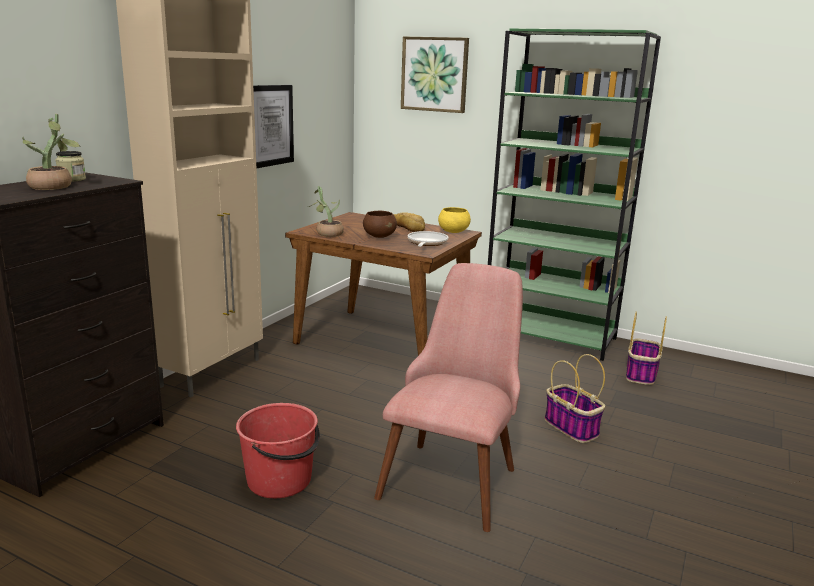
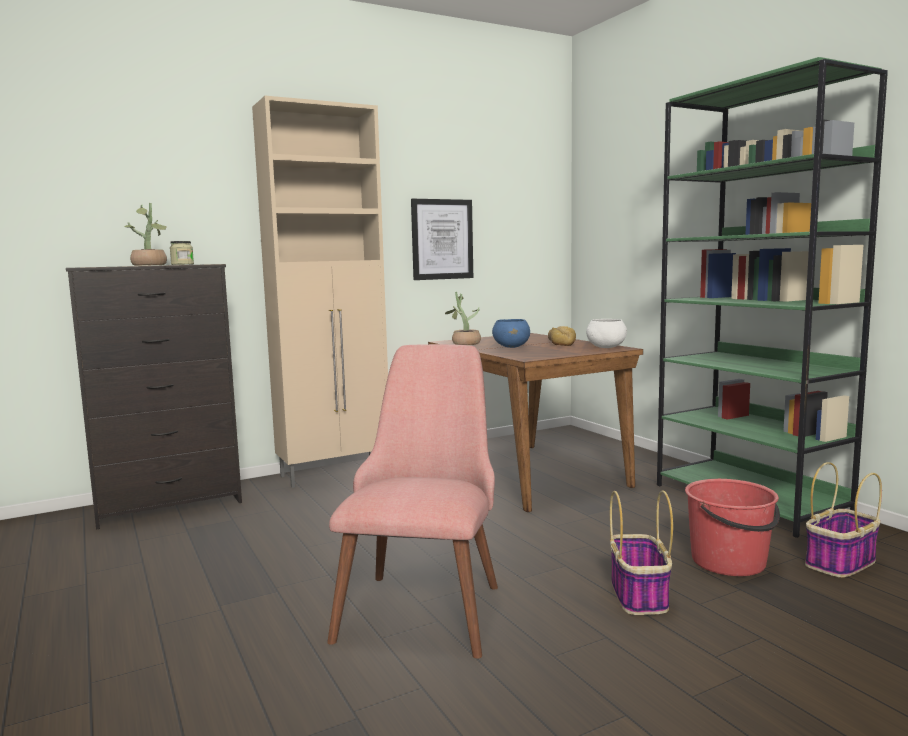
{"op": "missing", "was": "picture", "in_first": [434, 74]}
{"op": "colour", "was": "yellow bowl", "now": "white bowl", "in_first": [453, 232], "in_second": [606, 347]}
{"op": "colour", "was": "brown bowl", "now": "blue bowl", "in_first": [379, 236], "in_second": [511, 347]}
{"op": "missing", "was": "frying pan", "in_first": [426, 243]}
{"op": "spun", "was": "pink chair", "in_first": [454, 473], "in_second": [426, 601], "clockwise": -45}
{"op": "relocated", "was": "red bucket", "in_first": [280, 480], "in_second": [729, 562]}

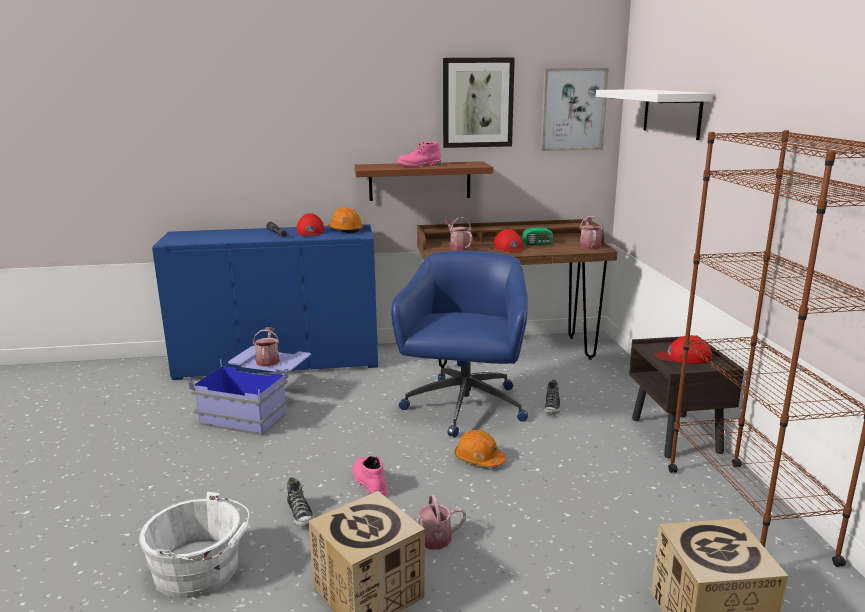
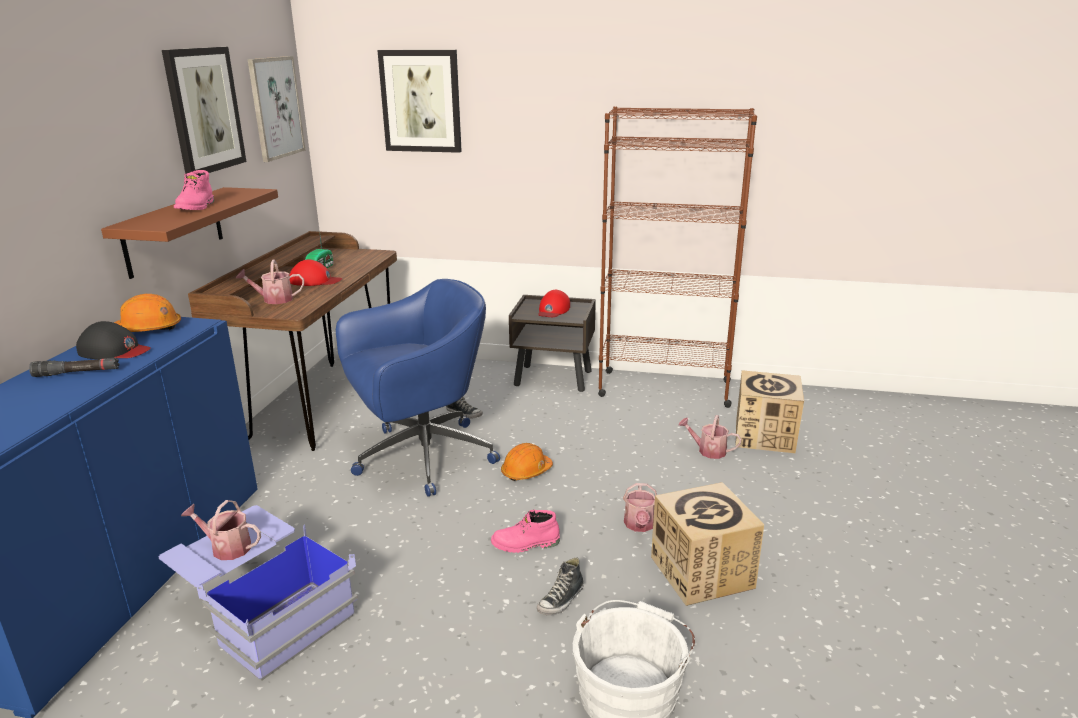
{"op": "exchanged", "was": "white shelf", "now": "picture", "in_first": [671, 113], "in_second": [421, 101]}
{"op": "colour", "was": "red cap", "now": "black cap", "in_first": [310, 232], "in_second": [114, 350]}
{"op": "relocated", "was": "watering can", "in_first": [589, 246], "in_second": [708, 451]}
{"op": "spun", "was": "blue office chair", "in_first": [464, 408], "in_second": [421, 457], "clockwise": 120}
{"op": "spun", "was": "shoe", "in_first": [301, 515], "in_second": [561, 600], "clockwise": 135}

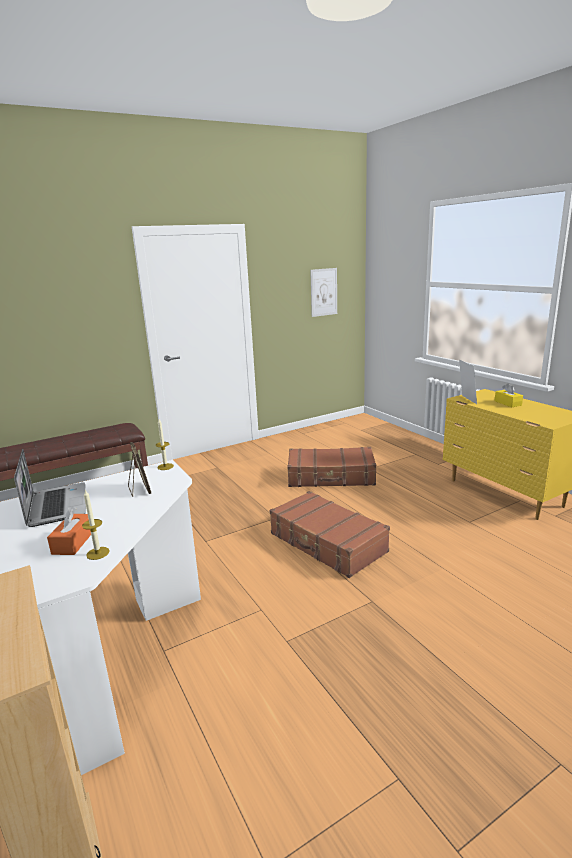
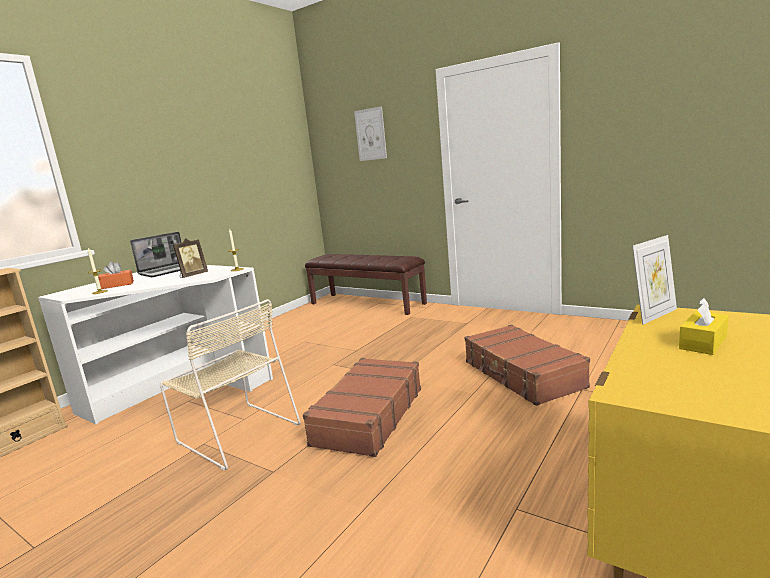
{"op": "relocated", "was": "picture", "in_first": [324, 292], "in_second": [370, 134]}
{"op": "appeared", "now": "beige chair", "in_second": [236, 432]}

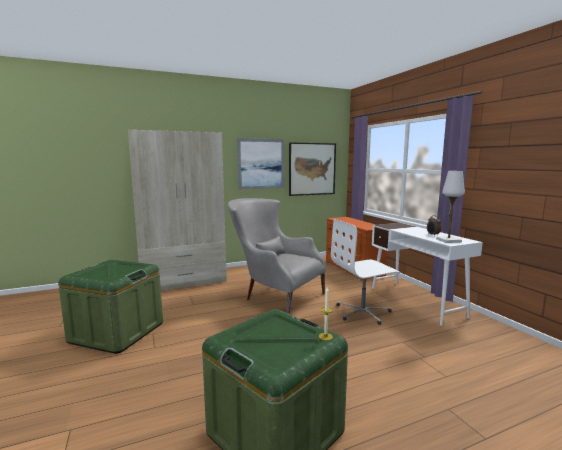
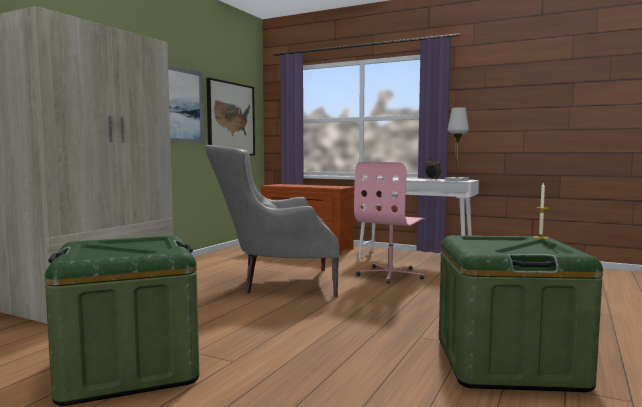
{"op": "colour", "was": "white office chair", "now": "pink office chair", "in_first": [363, 312], "in_second": [391, 275]}

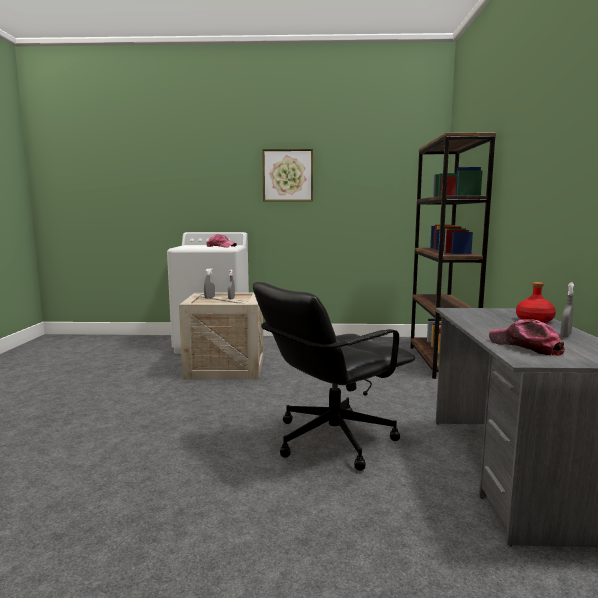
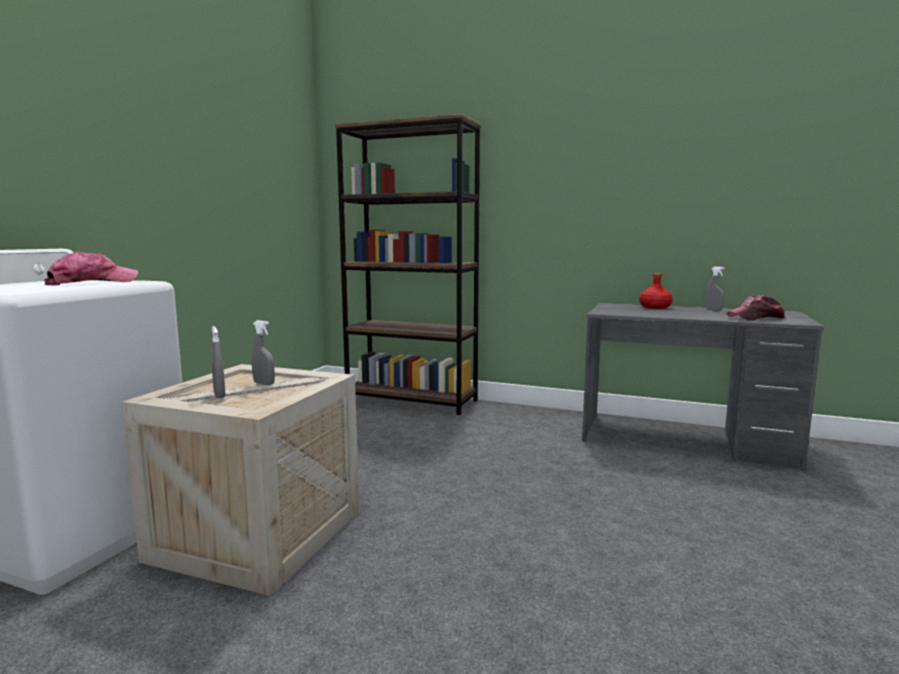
{"op": "missing", "was": "picture", "in_first": [287, 175]}
{"op": "missing", "was": "black office chair", "in_first": [331, 439]}

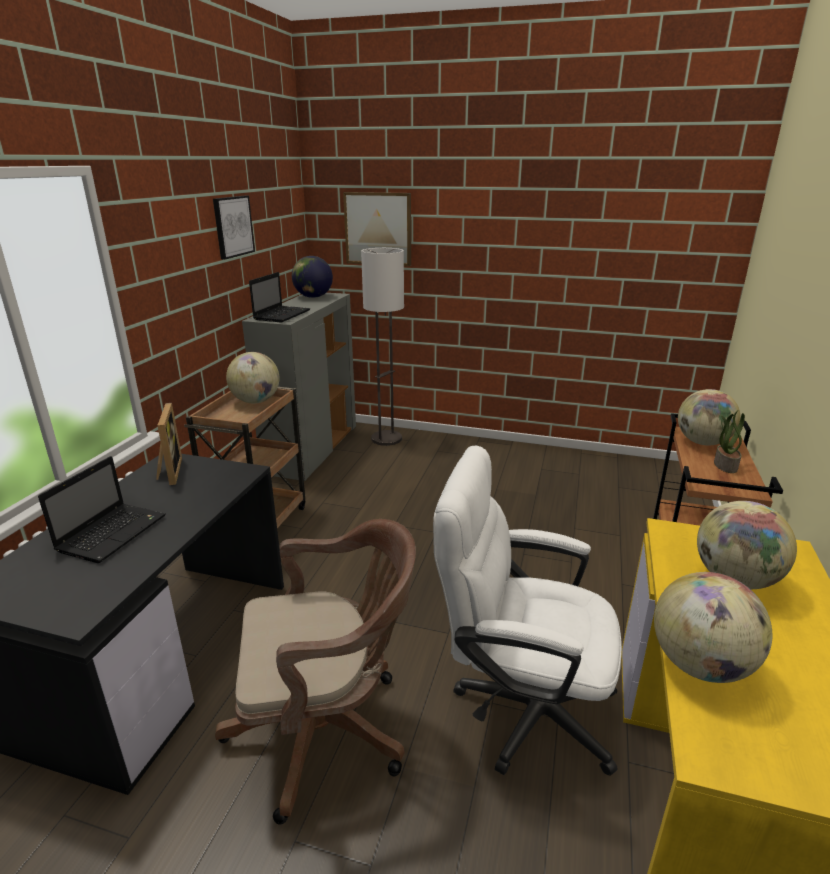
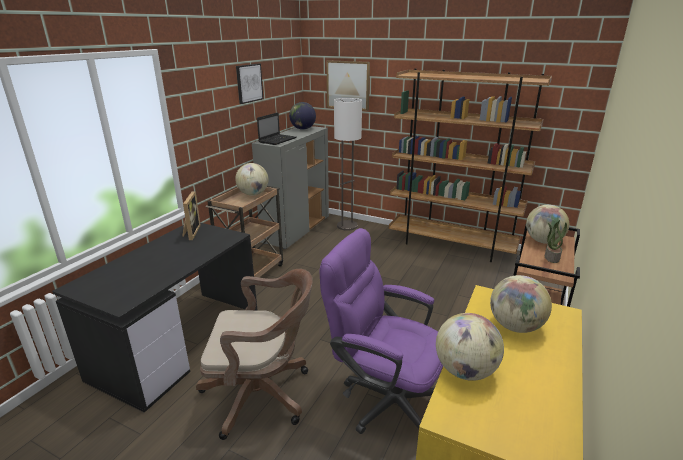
{"op": "colour", "was": "white office chair", "now": "purple office chair", "in_first": [520, 707], "in_second": [384, 398]}
{"op": "missing", "was": "laptop", "in_first": [113, 532]}
{"op": "appeared", "now": "brown bookcase", "in_second": [451, 245]}

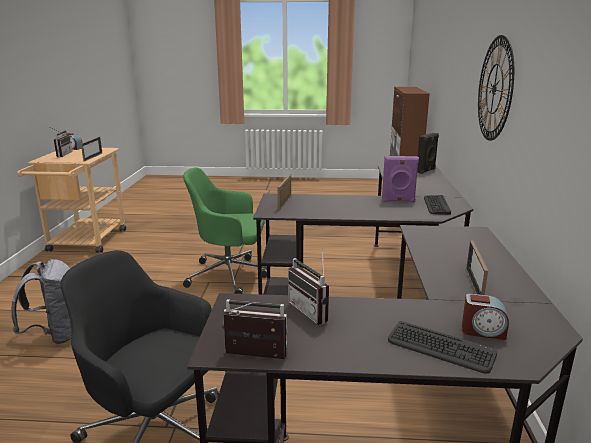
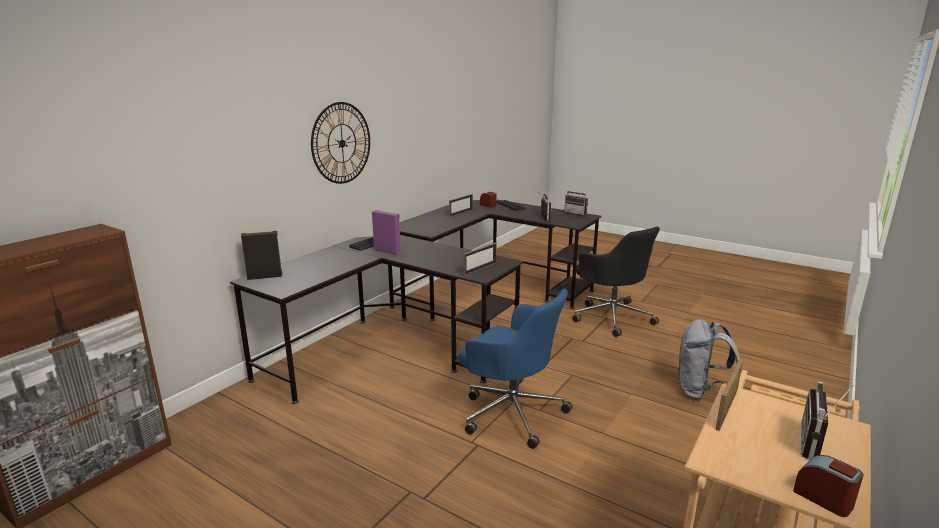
{"op": "colour", "was": "green office chair", "now": "blue office chair", "in_first": [230, 275], "in_second": [511, 411]}

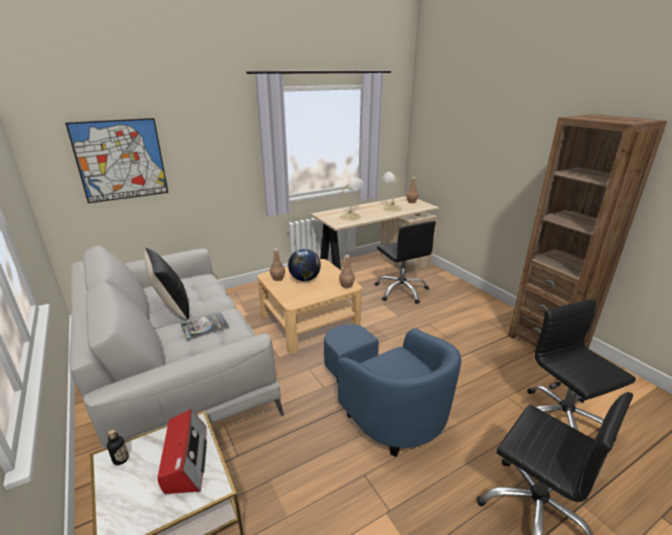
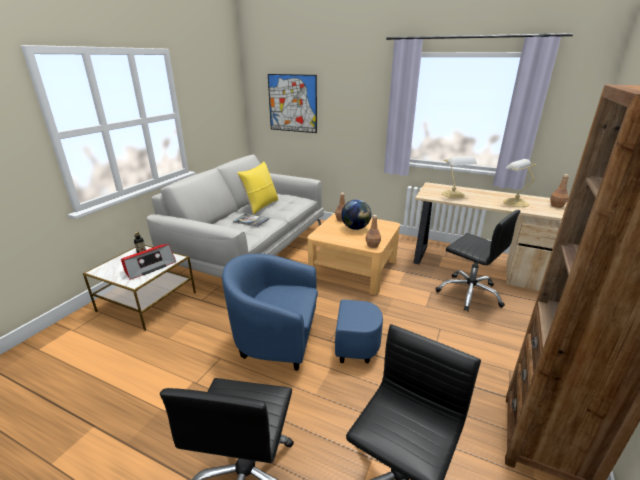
{"op": "spun", "was": "black office chair", "in_first": [401, 291], "in_second": [469, 293], "clockwise": -75}
{"op": "colour", "was": "black pillow", "now": "yellow pillow", "in_first": [172, 307], "in_second": [260, 206]}
{"op": "spun", "was": "blue armchair", "in_first": [384, 407], "in_second": [295, 343], "clockwise": 75}

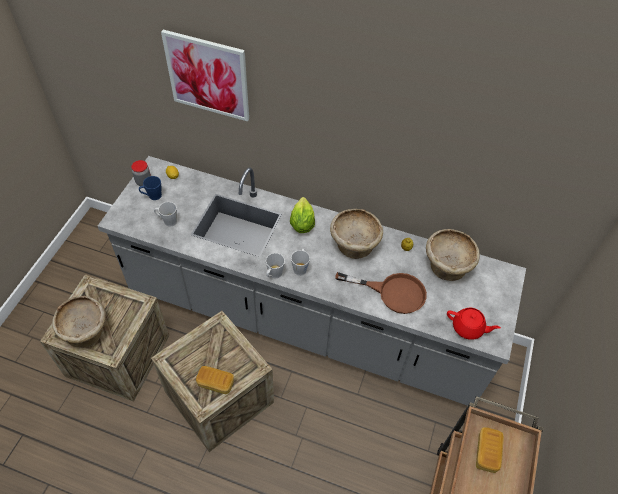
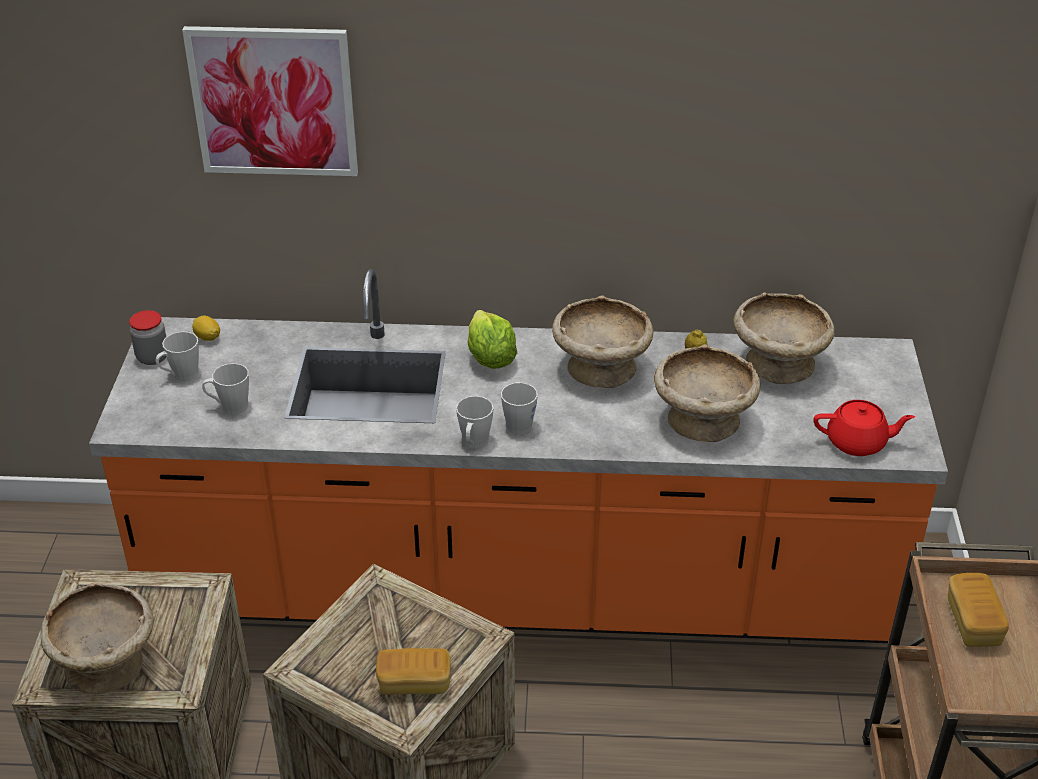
{"op": "colour", "was": "grey counter", "now": "orange counter", "in_first": [305, 320], "in_second": [519, 589]}
{"op": "colour", "was": "blue mug", "now": "grey mug", "in_first": [152, 196], "in_second": [181, 375]}
{"op": "exchanged", "was": "brown frying pan", "now": "beige bowl", "in_first": [392, 292], "in_second": [702, 421]}

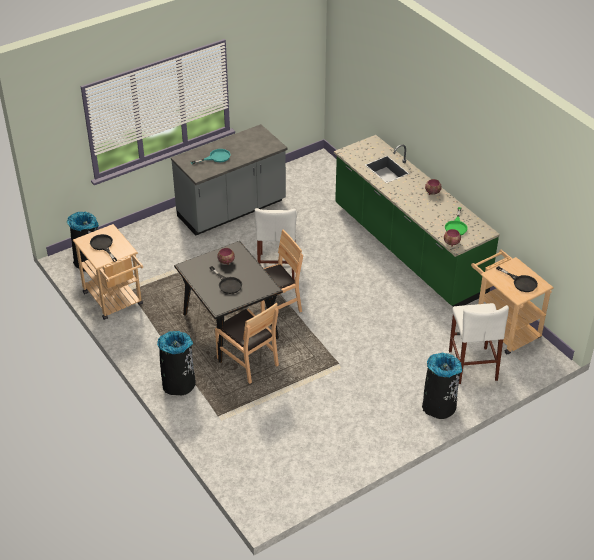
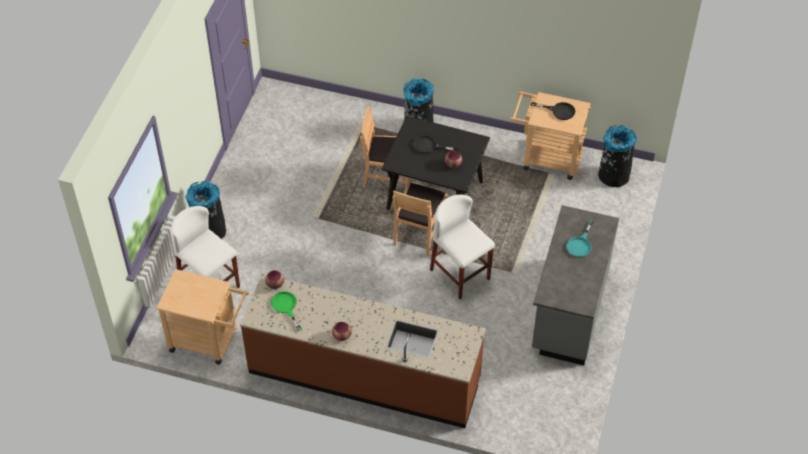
{"op": "colour", "was": "green counter", "now": "brown counter", "in_first": [408, 249], "in_second": [364, 375]}
{"op": "missing", "was": "black frying pan", "in_first": [521, 282]}

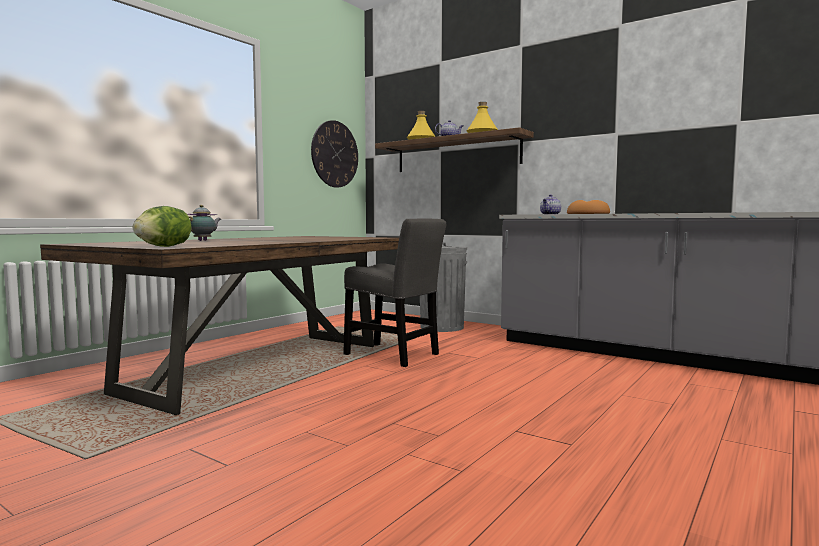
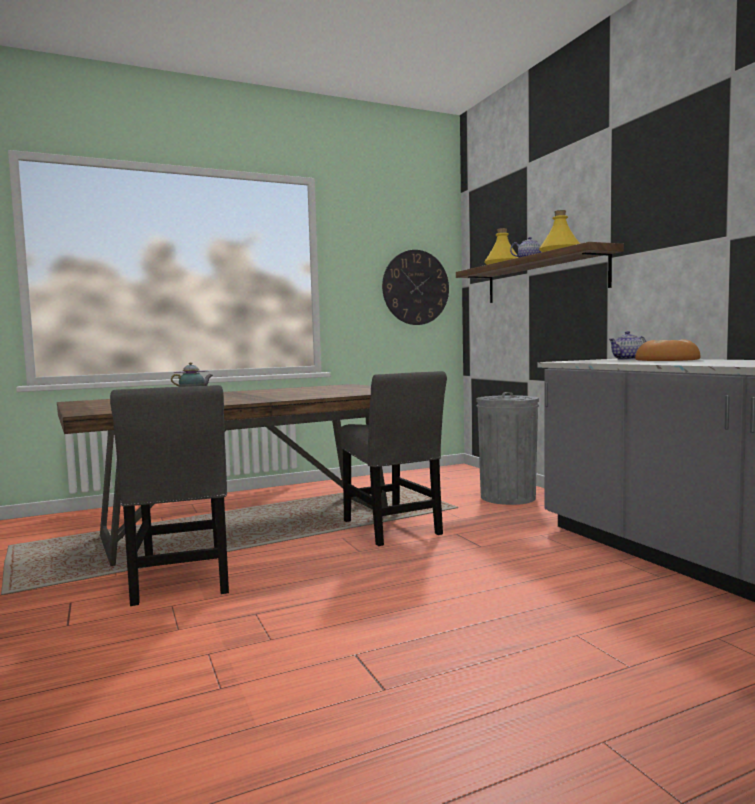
{"op": "missing", "was": "lettuce", "in_first": [164, 246]}
{"op": "appeared", "now": "grey chair", "in_second": [182, 580]}

